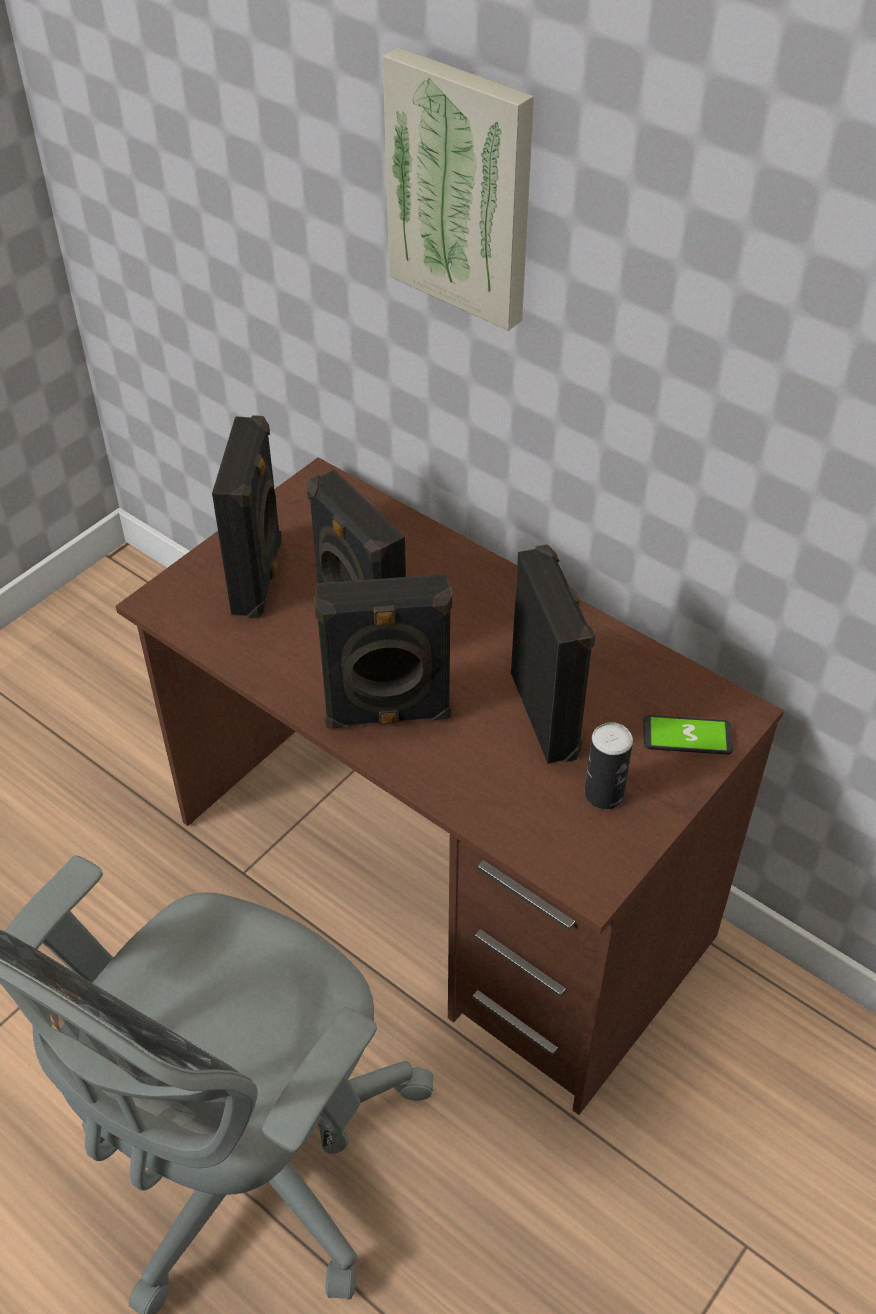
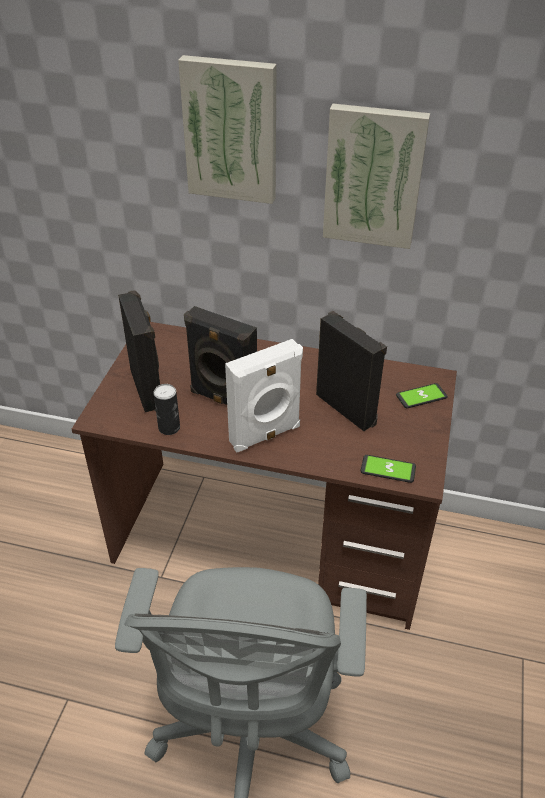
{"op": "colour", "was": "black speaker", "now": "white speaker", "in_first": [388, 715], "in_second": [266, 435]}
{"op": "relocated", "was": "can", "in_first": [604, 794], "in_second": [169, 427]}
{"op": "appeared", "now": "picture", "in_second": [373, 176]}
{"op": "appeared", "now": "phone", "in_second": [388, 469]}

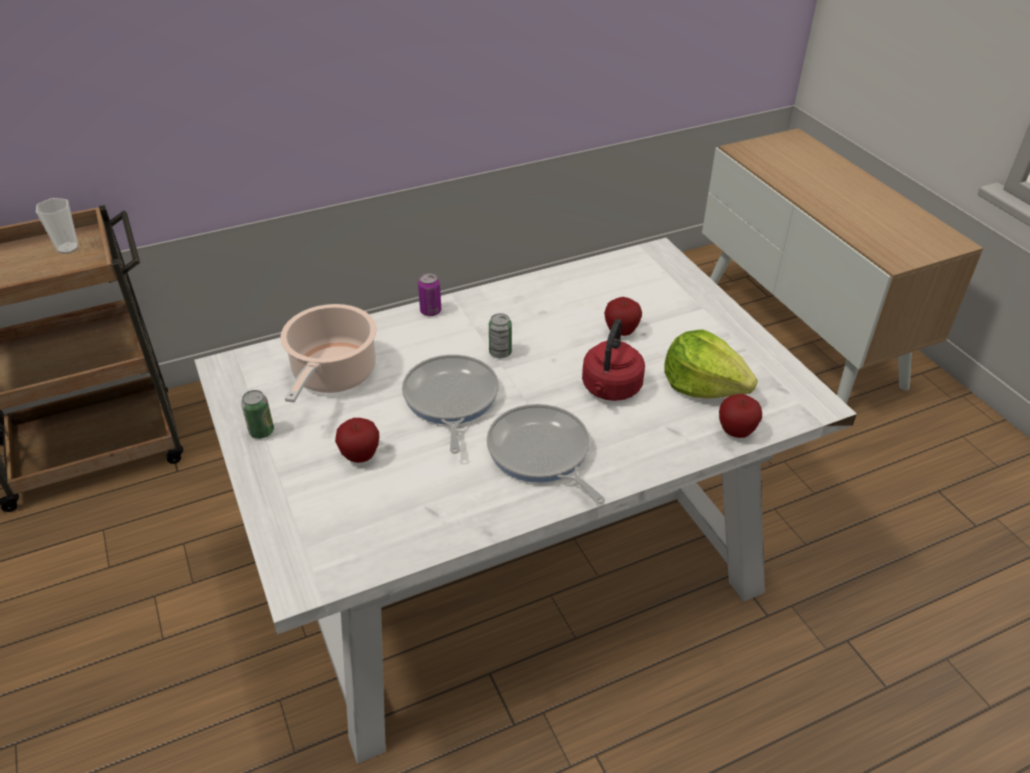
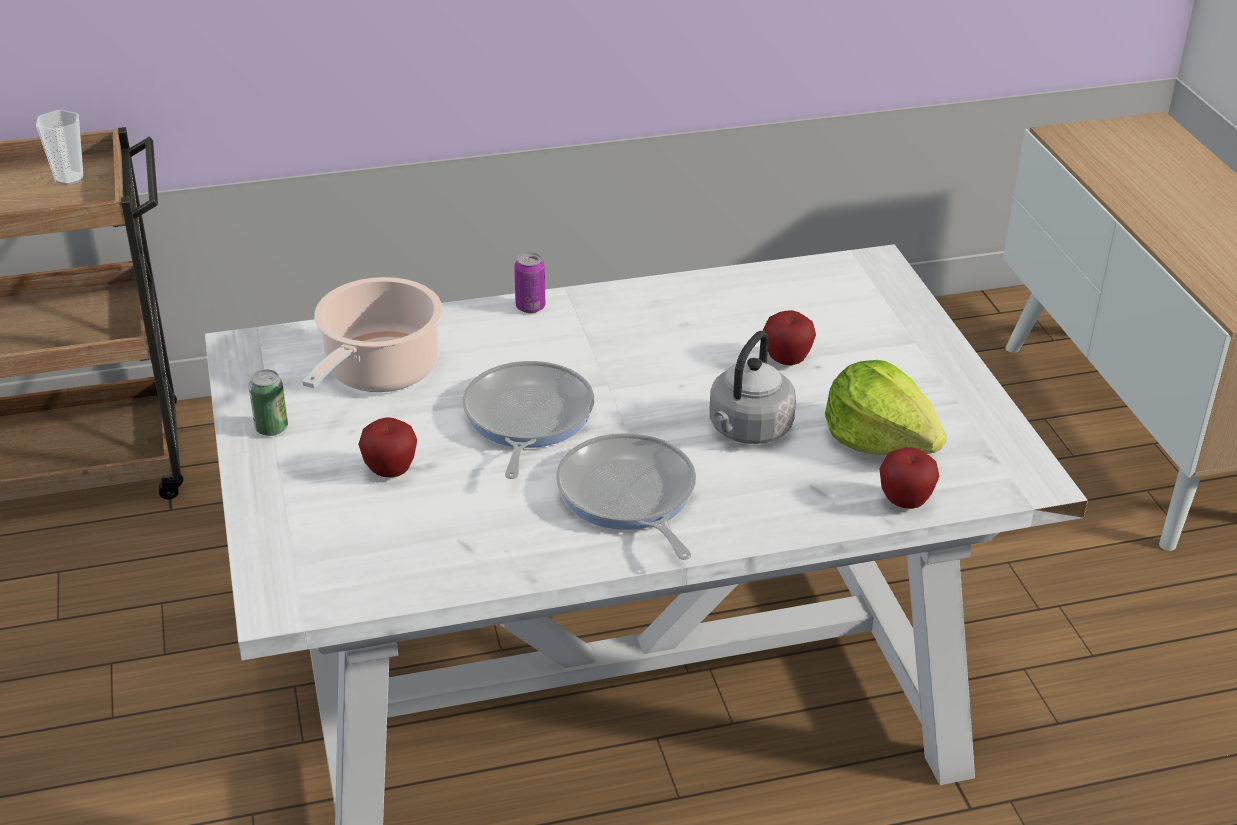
{"op": "missing", "was": "can", "in_first": [500, 353]}
{"op": "colour", "was": "red kettle", "now": "grey kettle", "in_first": [610, 389], "in_second": [748, 430]}

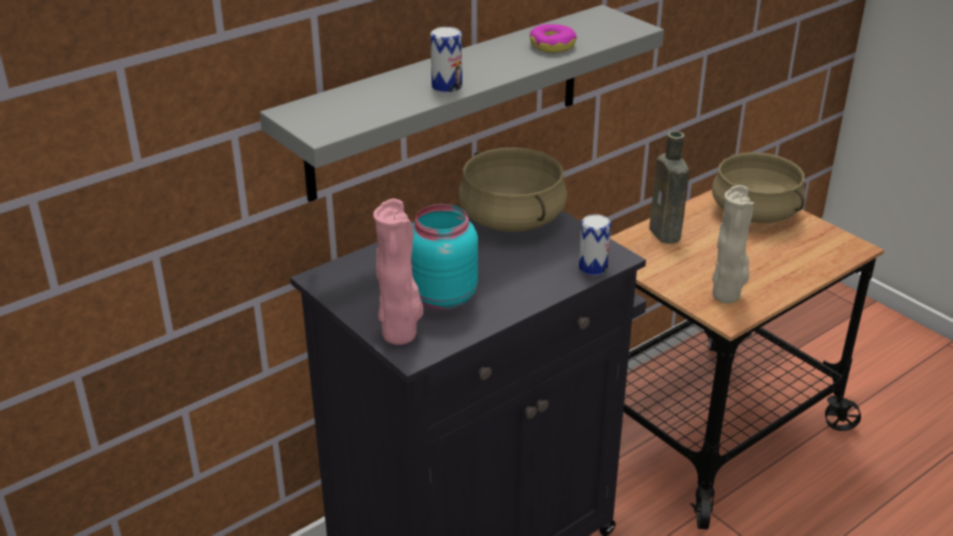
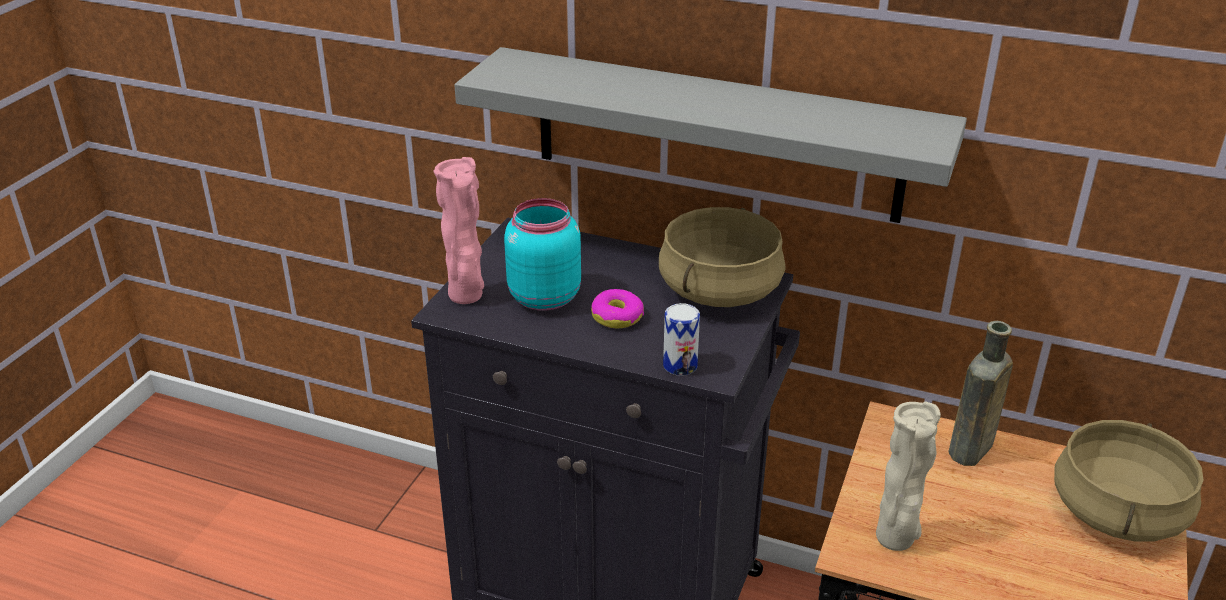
{"op": "relocated", "was": "donut", "in_first": [552, 46], "in_second": [617, 316]}
{"op": "missing", "was": "can", "in_first": [446, 86]}

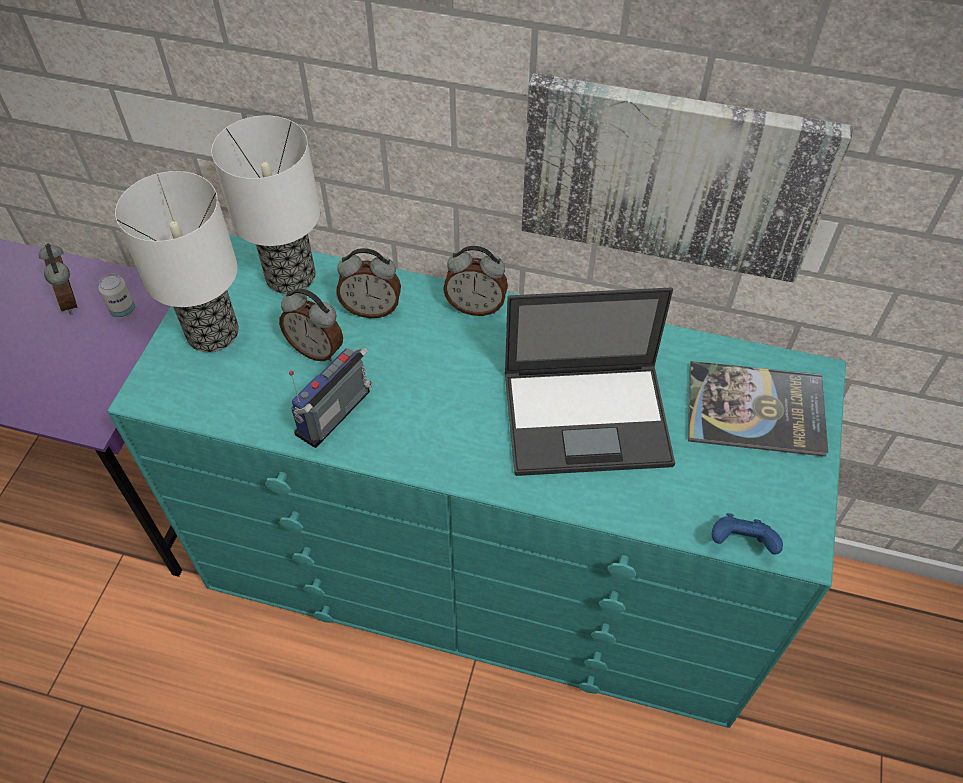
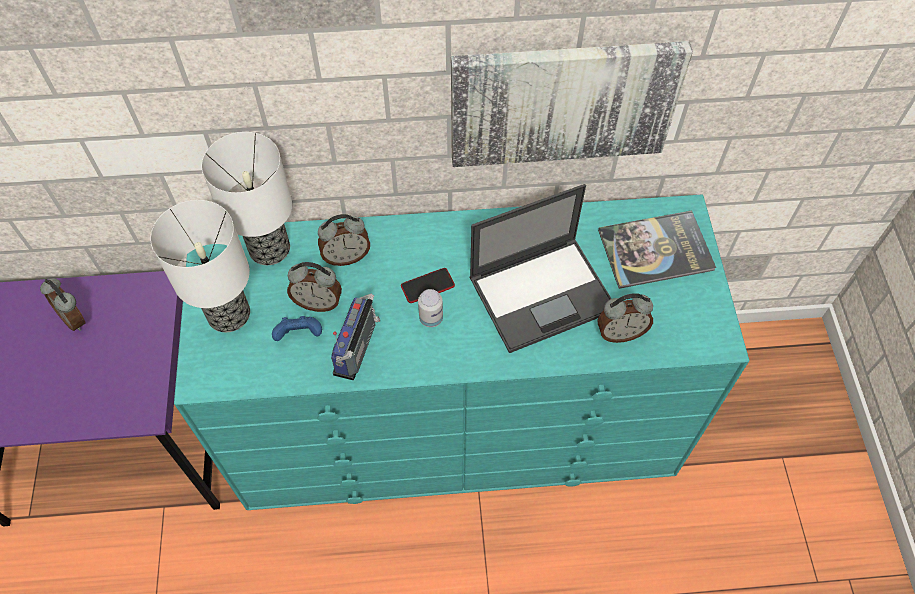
{"op": "relocated", "was": "alarm clock", "in_first": [476, 306], "in_second": [620, 332]}
{"op": "relocated", "was": "can", "in_first": [123, 311], "in_second": [431, 318]}
{"op": "relocated", "was": "blue game controller", "in_first": [740, 543], "in_second": [300, 335]}
{"op": "appeared", "now": "phone", "in_second": [427, 286]}

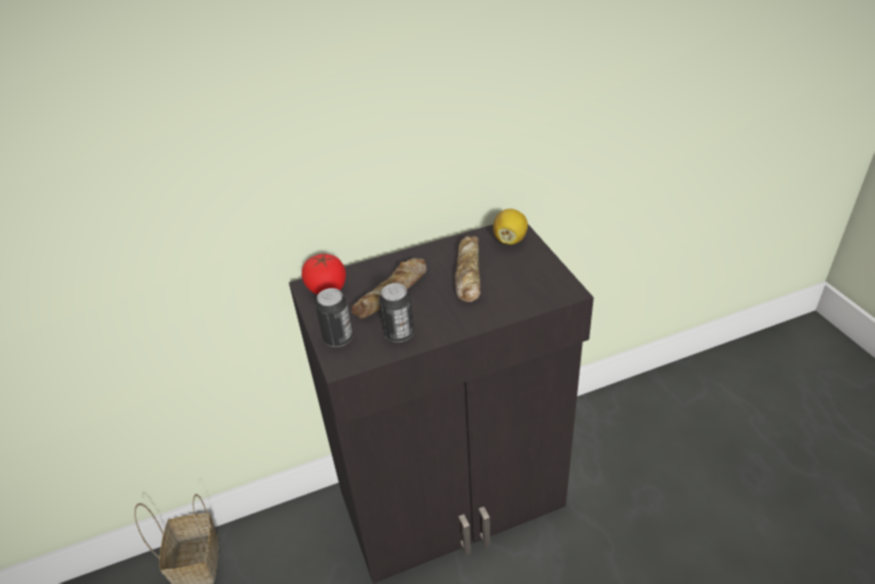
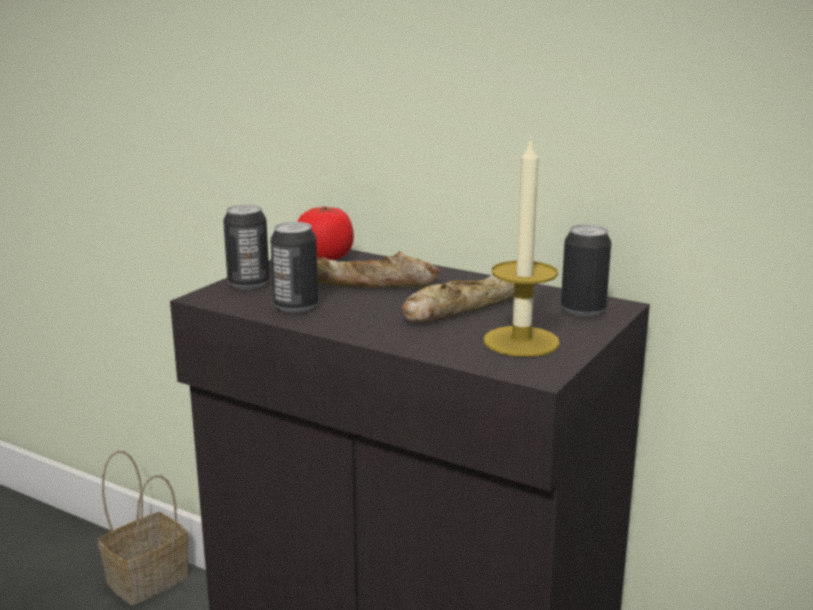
{"op": "exchanged", "was": "lemon", "now": "can", "in_first": [510, 239], "in_second": [583, 310]}
{"op": "appeared", "now": "candle", "in_second": [521, 341]}

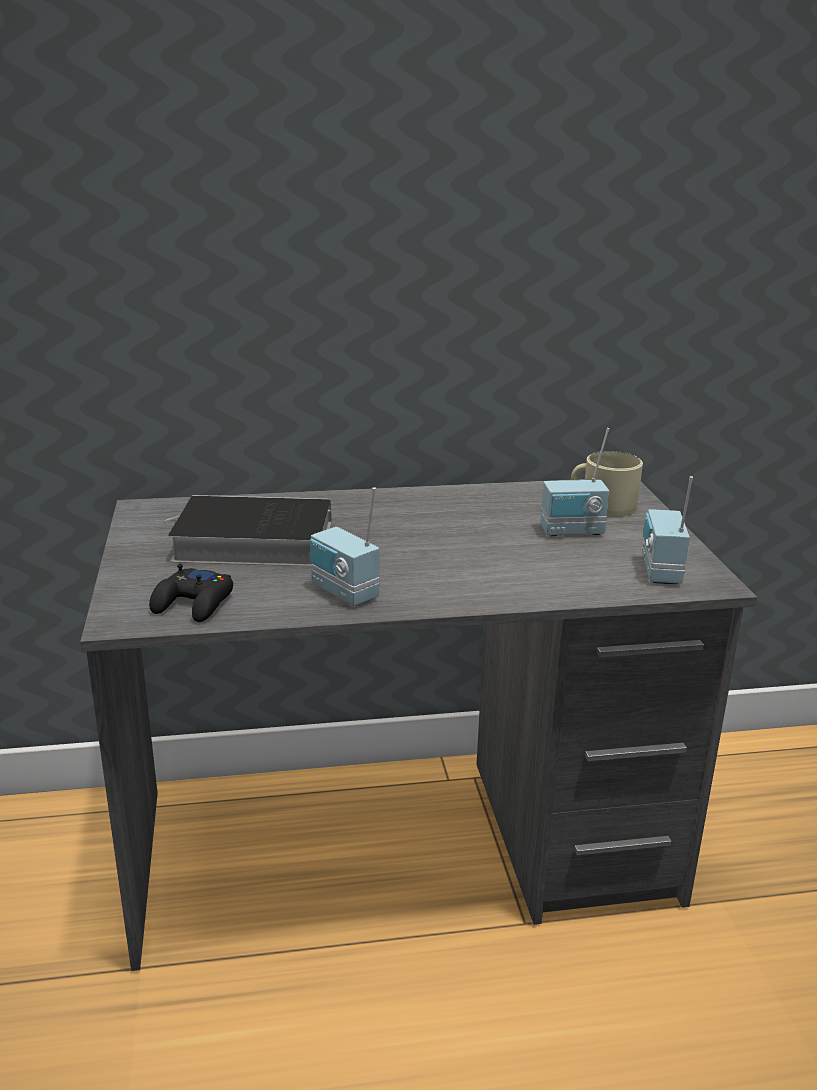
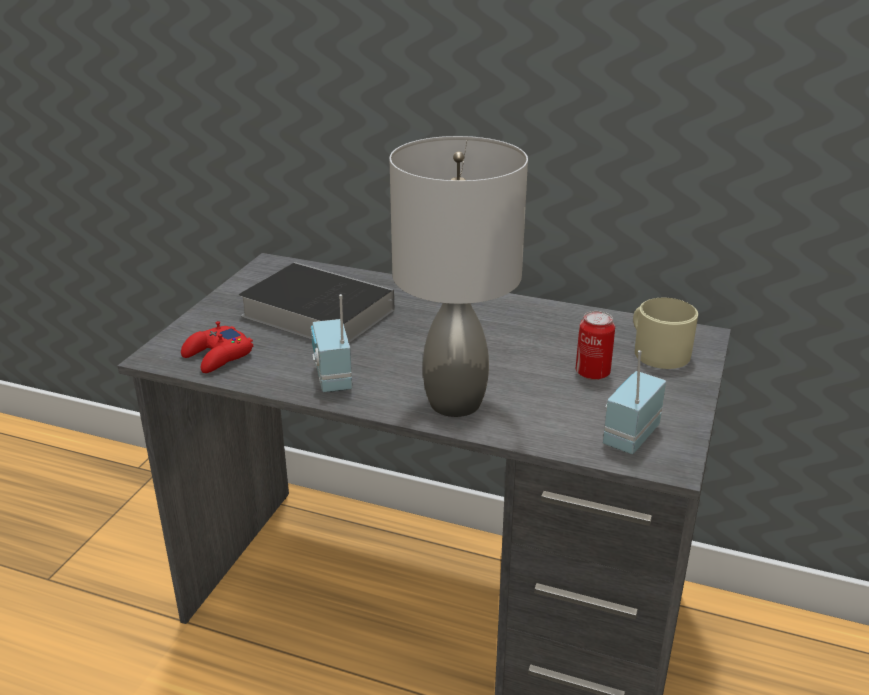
{"op": "exchanged", "was": "radio", "now": "can", "in_first": [572, 532], "in_second": [592, 373]}
{"op": "colour", "was": "black game controller", "now": "red game controller", "in_first": [194, 604], "in_second": [217, 356]}
{"op": "appeared", "now": "grey table lamp", "in_second": [453, 402]}

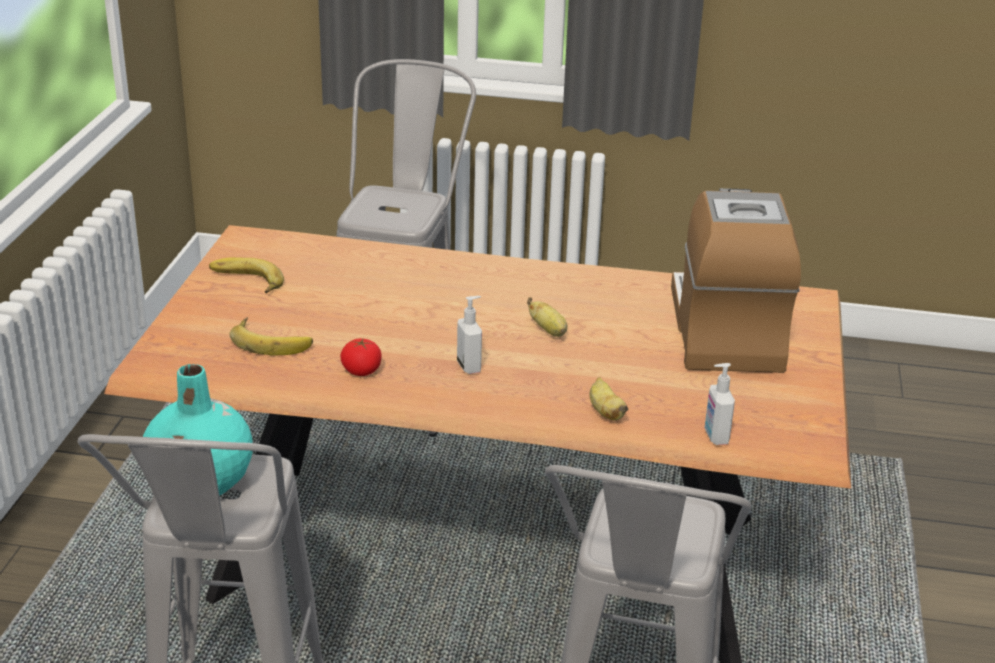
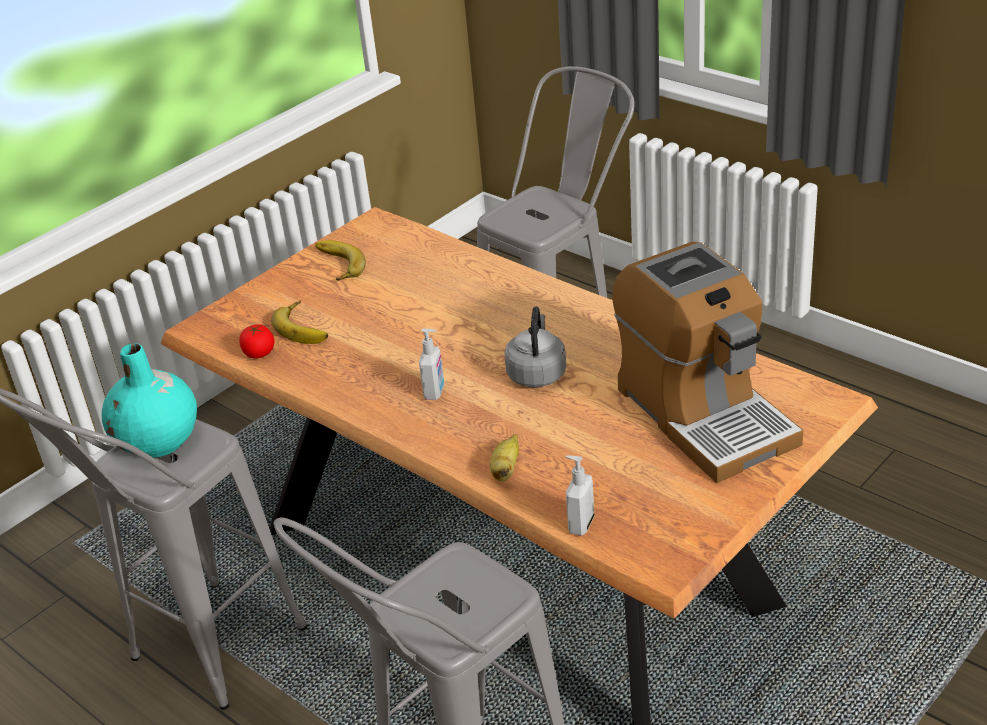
{"op": "spun", "was": "coffee machine", "in_first": [725, 330], "in_second": [703, 414], "clockwise": 120}
{"op": "exchanged", "was": "banana", "now": "grey kettle", "in_first": [549, 331], "in_second": [537, 373]}
{"op": "relocated", "was": "tomato", "in_first": [361, 371], "in_second": [259, 353]}

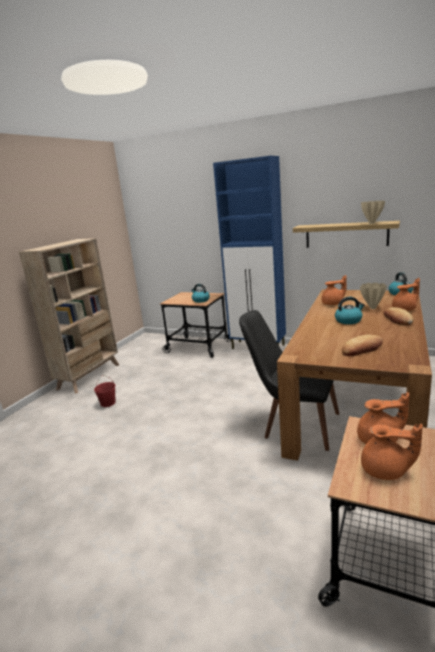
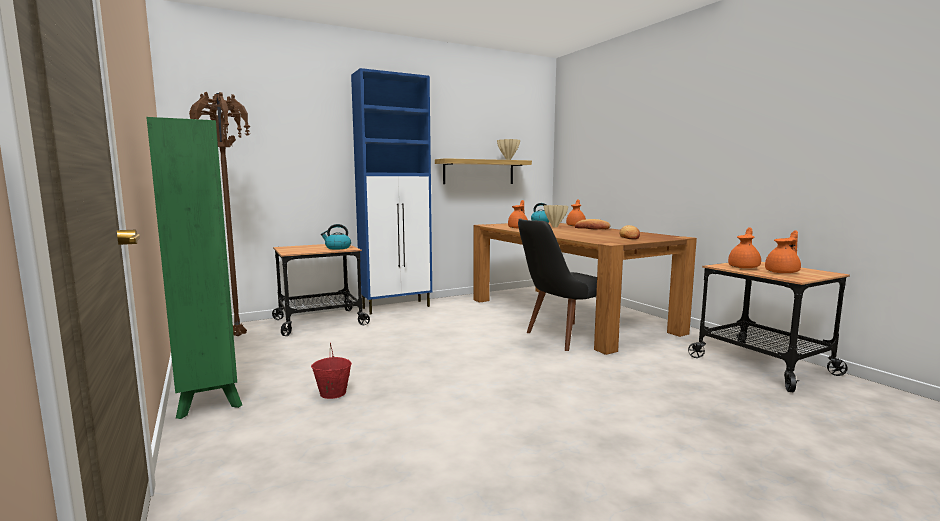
{"op": "colour", "was": "beige bookcase", "now": "green bookcase", "in_first": [89, 376], "in_second": [210, 387]}
{"op": "missing", "was": "kettle", "in_first": [348, 320]}
{"op": "appeared", "now": "brown floor lamp", "in_second": [237, 337]}

